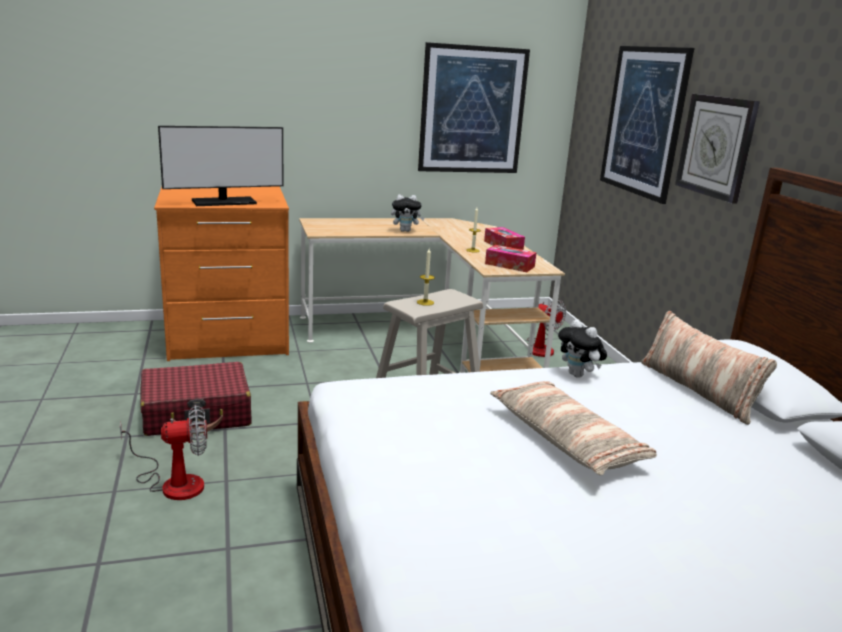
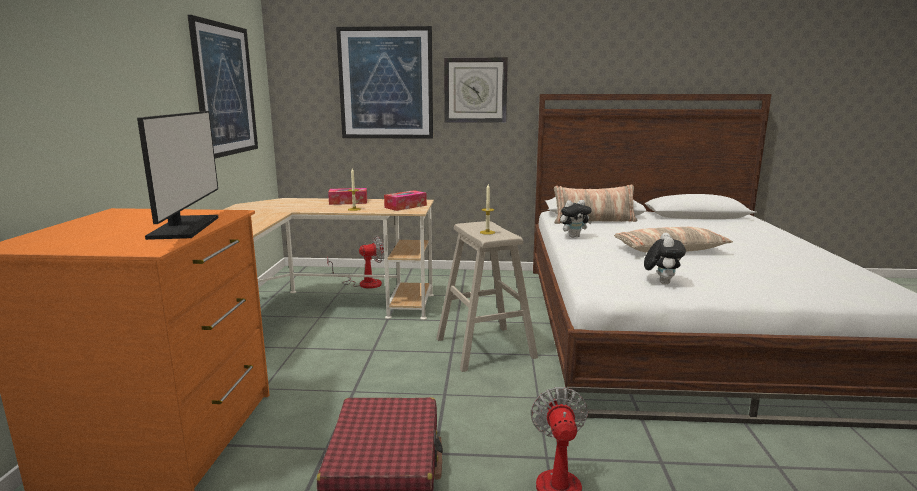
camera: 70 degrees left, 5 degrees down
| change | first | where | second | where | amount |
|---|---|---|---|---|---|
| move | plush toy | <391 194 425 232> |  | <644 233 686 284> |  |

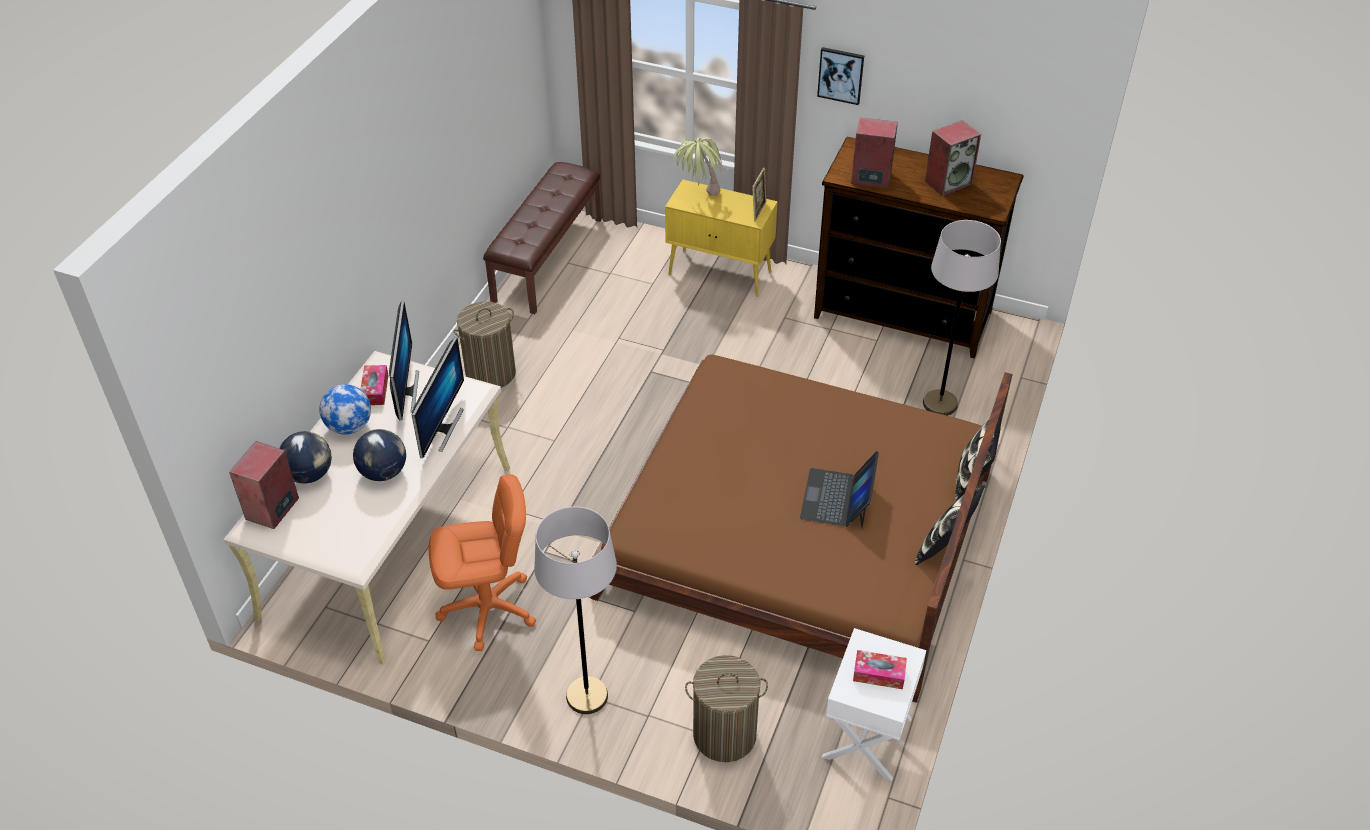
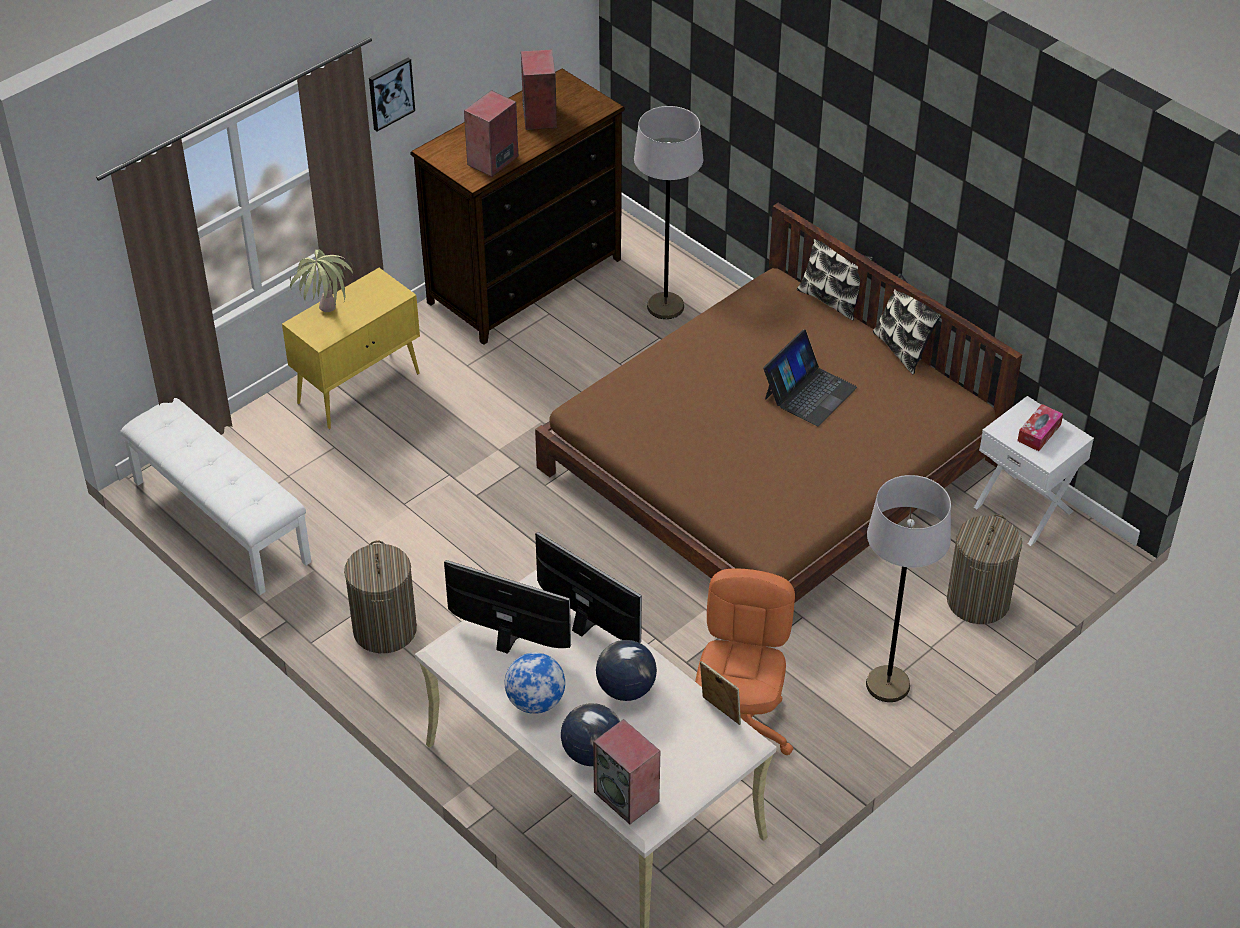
camera: 65 degrees left, 0 degrees up
| change | first | where | second | where | amount |
|---|---|---|---|---|---|
| delete | tissue box | <360 365 389 405> |  |  |  |
| recolor | brown bench | <483 162 602 314> | white bench | <120 398 311 595> |  |
| move | picture frame | <752 168 766 221> |  | <700 661 741 725> |  |
| rotate | laptop | <800 451 879 528> |  | <763 330 857 426> | 90 degrees counterclockwise |

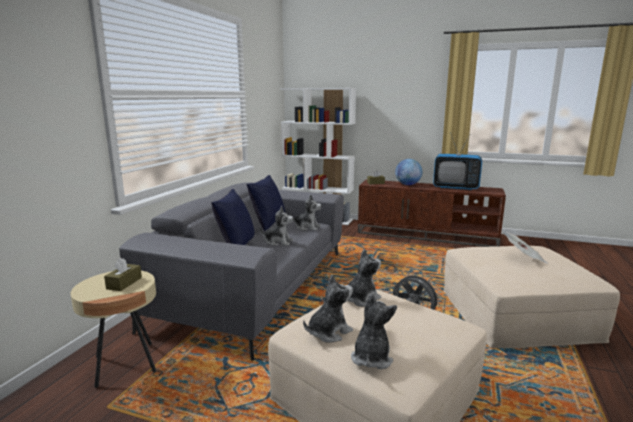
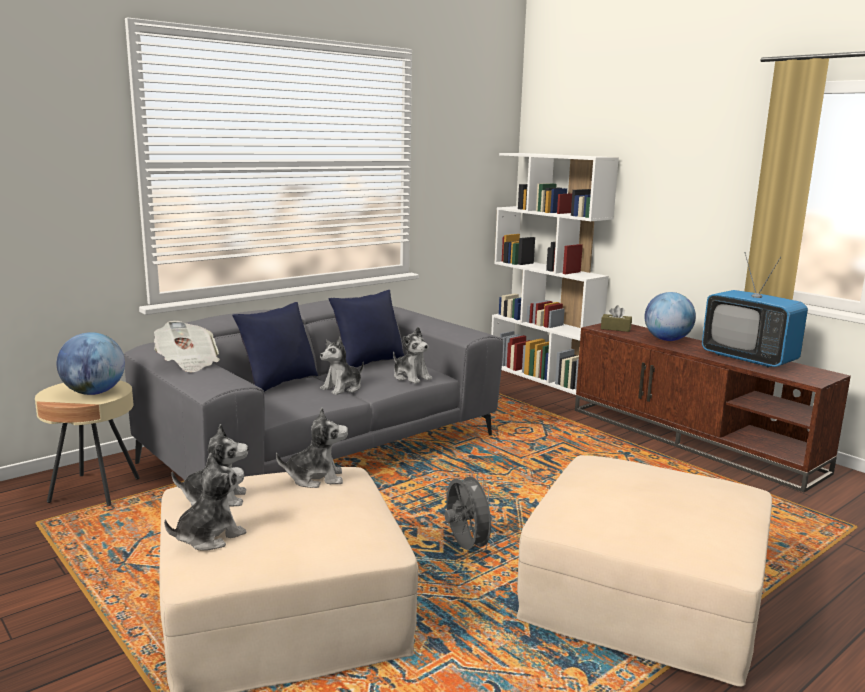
camera: 30 degrees right, 0 degrees up
| change | first | where | second | where | amount |
|---|---|---|---|---|---|
| replace | brown tissue box | <104 257 142 291> | globe | <57 332 125 395> |  |
| rotate | plush toy | <259 206 294 246> |  | <320 337 364 395> | 90 degrees clockwise |
| move | newspaper | <501 231 548 264> |  | <154 321 220 372> |  |

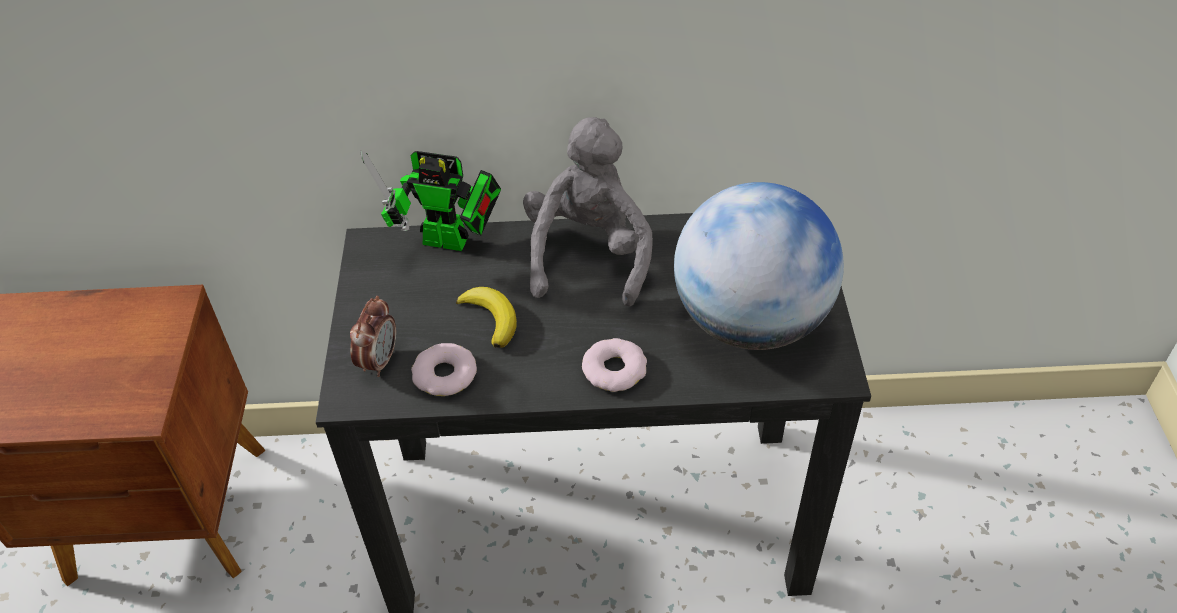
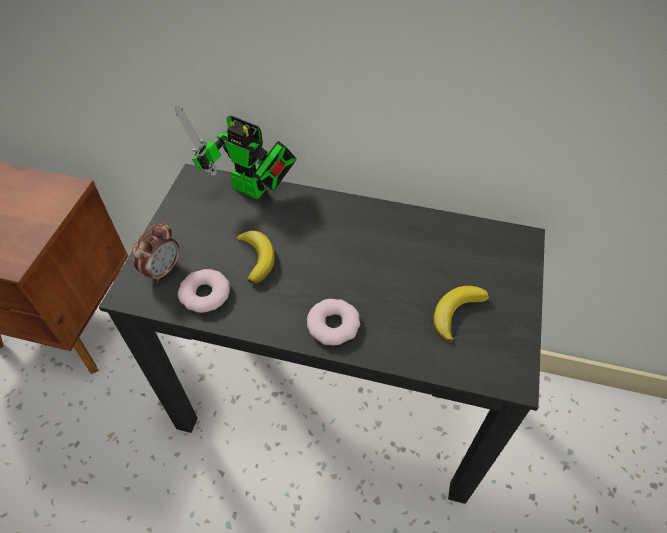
camera: 15 degrees right, 5 degrees up
| change | first | where | second | where | amount |
|---|---|---|---|---|---|
| delete | grey plush toy | <523 117 653 307> |  |  |  |
| replace | globe | <674 182 844 350> | banana | <434 286 489 343> |  |

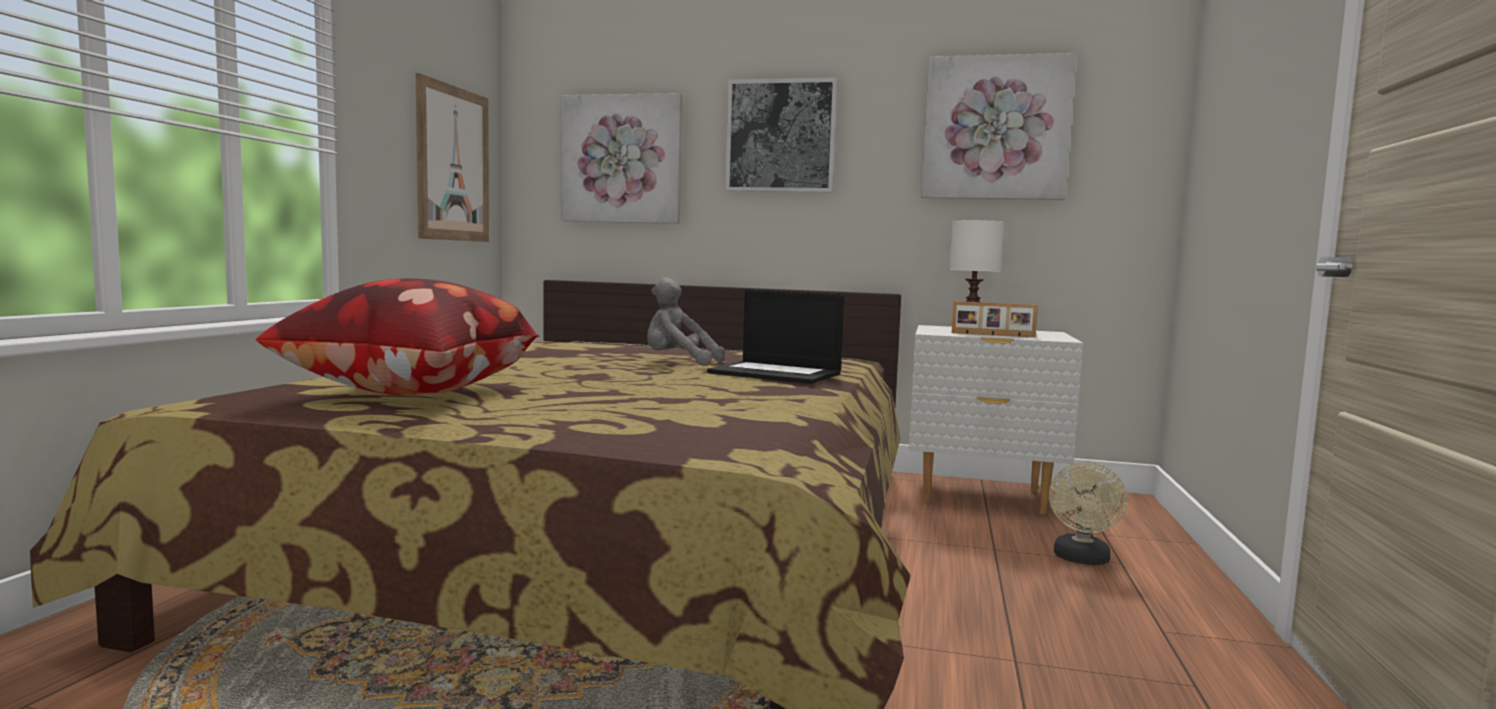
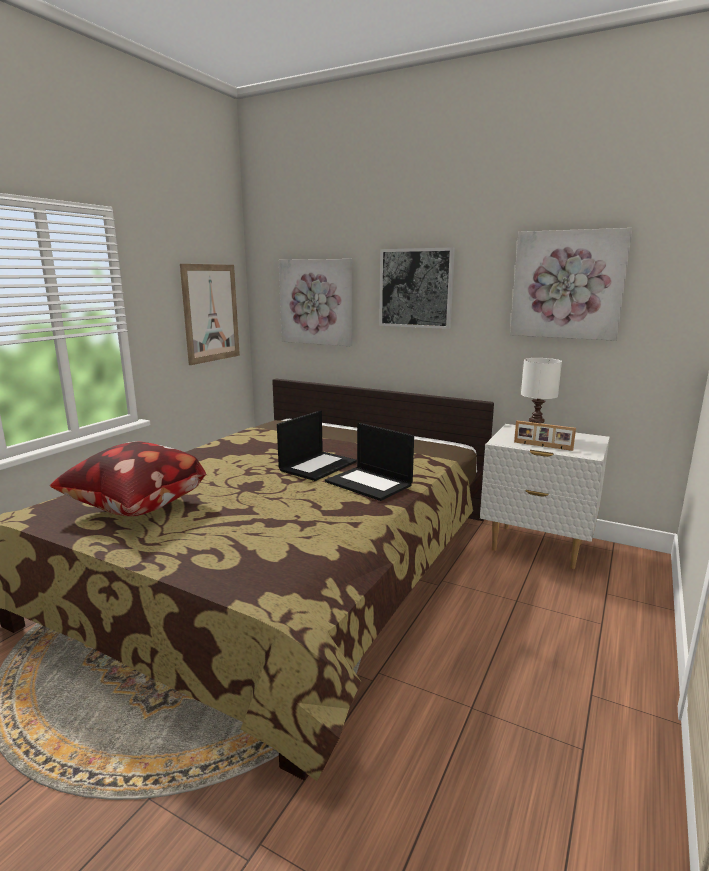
camera: 15 degrees right, 10 degrees up
| change | first | where | second | where | amount |
|---|---|---|---|---|---|
| replace | grey plush toy | <647 278 725 366> | laptop | <277 411 357 481> |  |
| delete | beige fan | <1049 462 1127 565> |  |  |  |

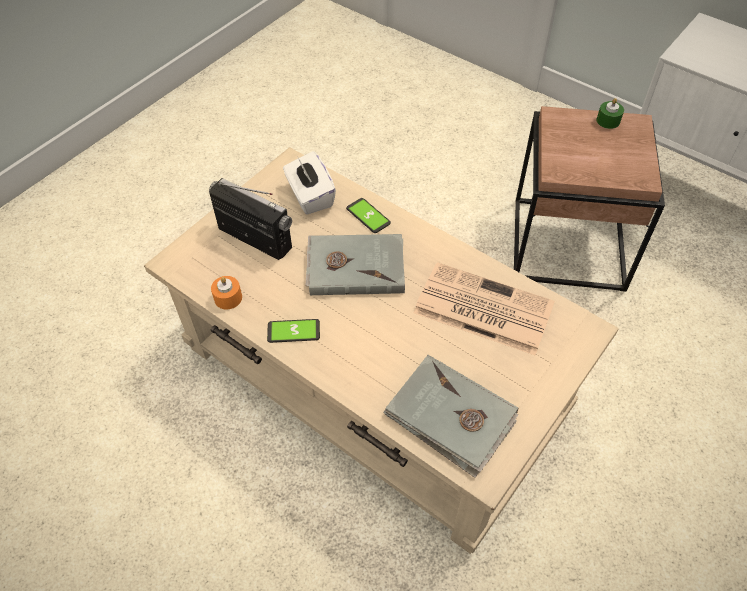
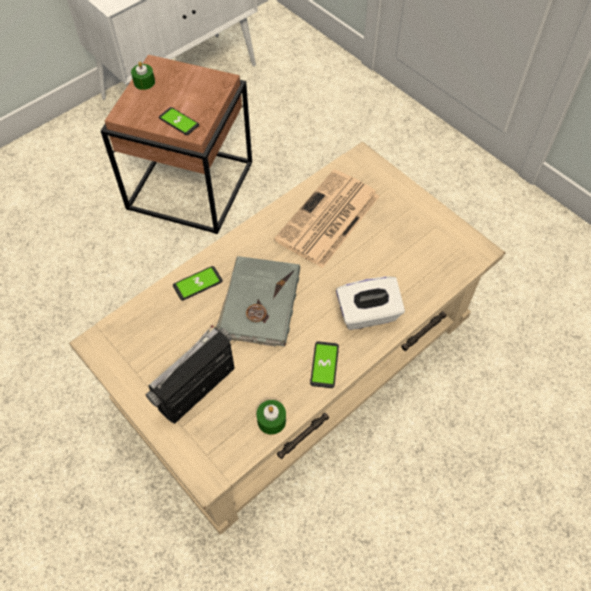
camera: 80 degrees left, 5 degrees up
| change | first | where | second | where | amount |
|---|---|---|---|---|---|
| recolor | orange candle | <211 276 242 309> | green candle | <257 400 286 435> |  |
| move | white tissue box | <283 151 336 215> |  | <336 276 405 330> |  |
| delete | grey book | <383 355 518 478> |  |  |  |
| insert |  |  | phone | <159 107 199 135> |  |

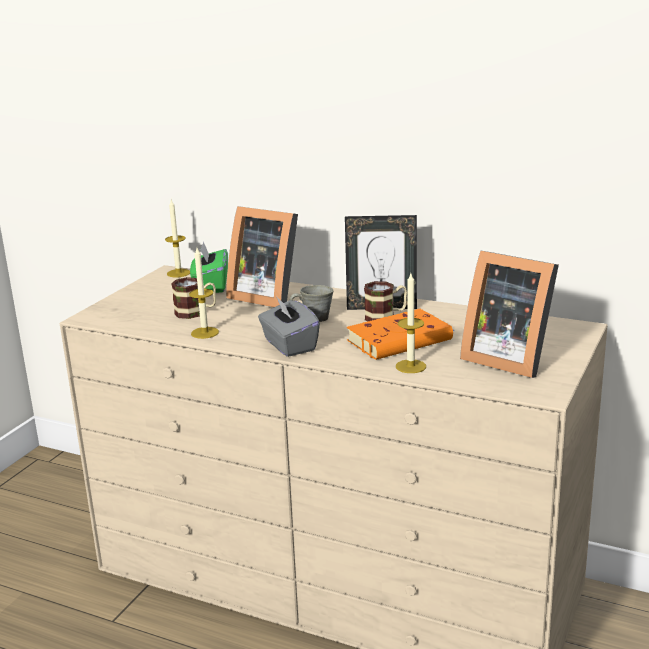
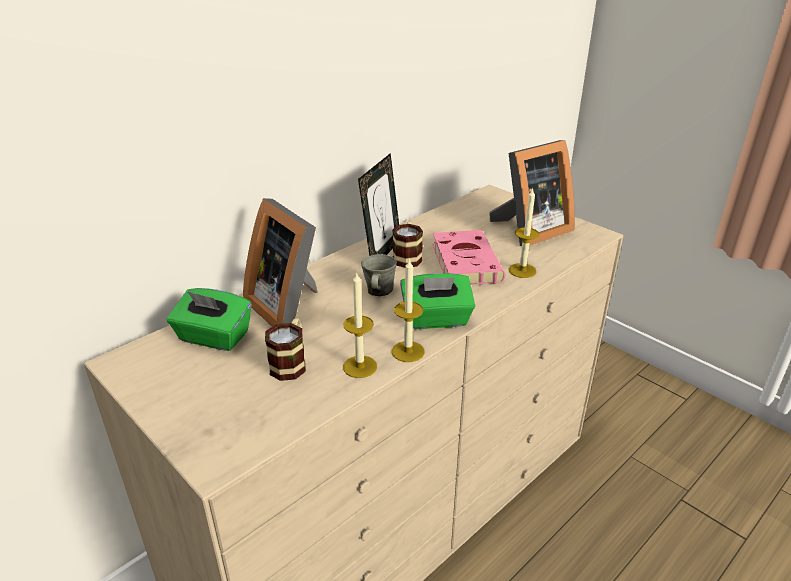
camera: 70 degrees left, 10 degrees up
| change | first | where | second | where | amount |
|---|---|---|---|---|---|
| move | candle | <165 200 190 277> |  | <392 258 425 362> |  |
| rotate | picture frame | <226 206 298 307> |  | <243 198 318 327> | 90 degrees clockwise |
| recolor | grey tissue box | <258 296 320 357> | green tissue box | <400 273 475 329> |  |
| recolor | orange book | <347 309 454 360> | pink book | <432 230 505 285> |  |

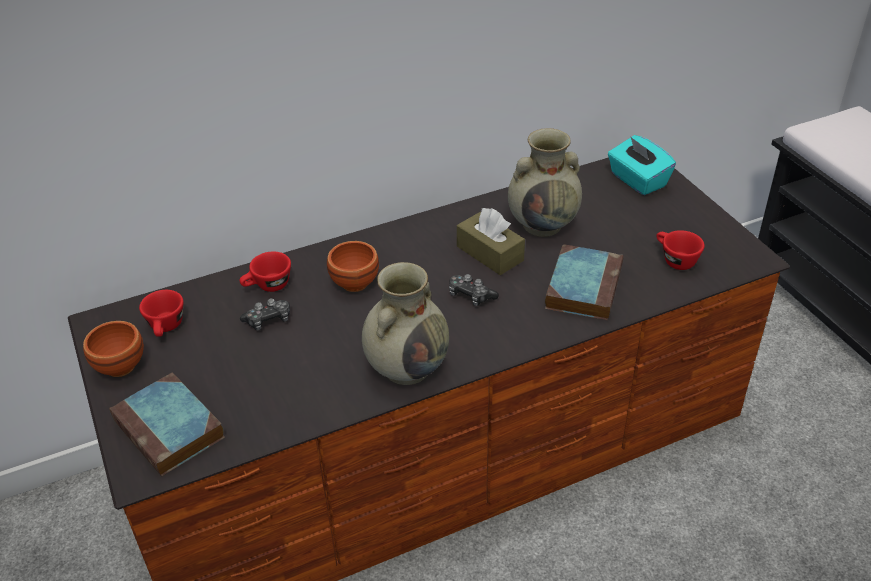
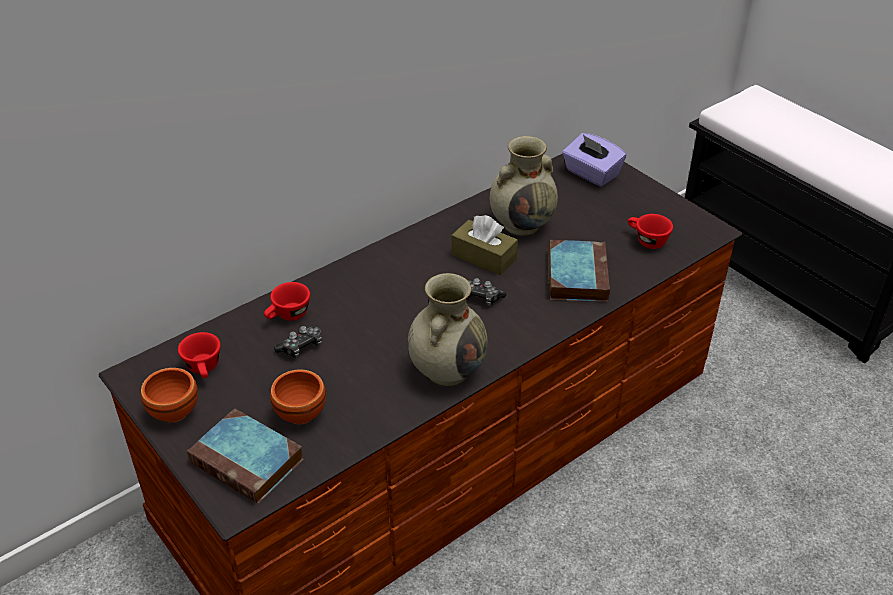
camera: 15 degrees left, 0 degrees up
| change | first | where | second | where | amount |
|---|---|---|---|---|---|
| move | brown bowl | <327 241 379 292> |  | <270 370 326 425> |  |
| recolor | turquoise tissue box | <608 135 676 195> | purple tissue box | <562 133 626 187> |  |

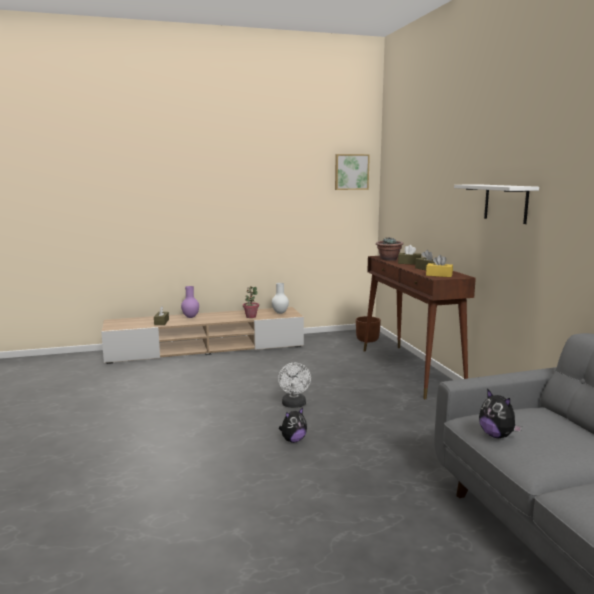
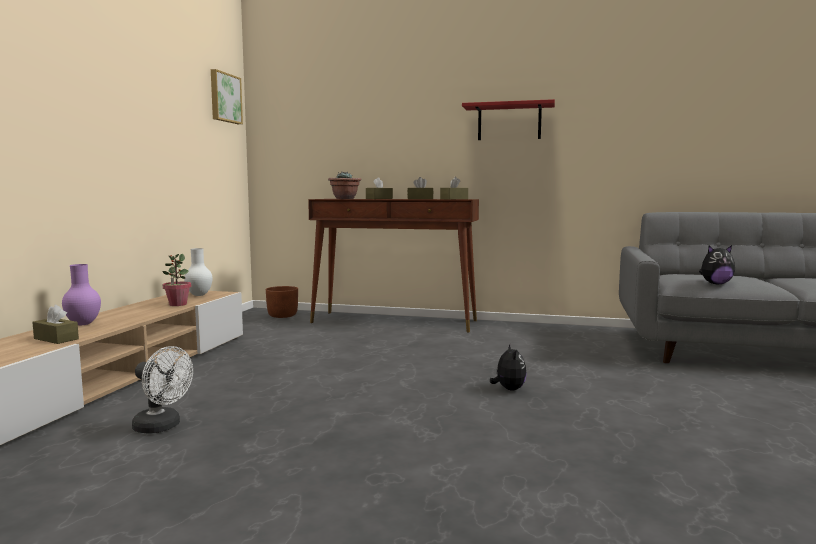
camera: 60 degrees left, 5 degrees down
| change | first | where | second | where | amount |
|---|---|---|---|---|---|
| move | white fan | <278 362 311 408> |  | <132 346 193 434> |  |
| recolor | yellow tissue box | <426 255 453 277> | brown tissue box | <440 177 468 199> |  |
| recolor | white shelf | <454 184 539 224> | red shelf | <462 99 555 140> |  |

